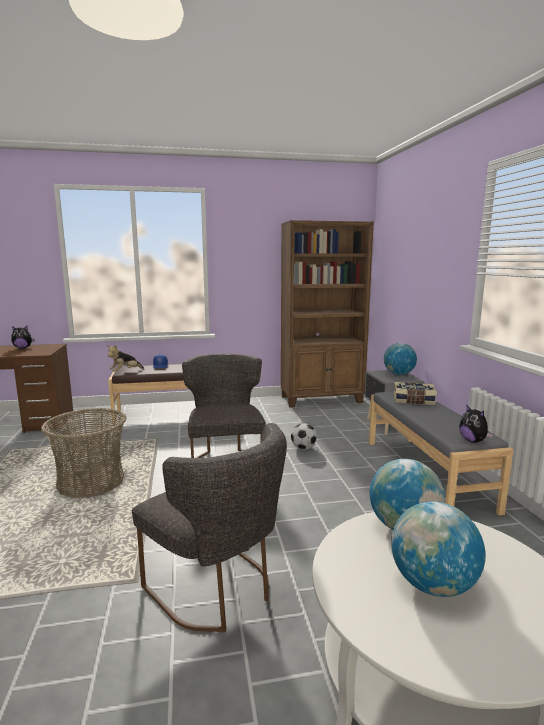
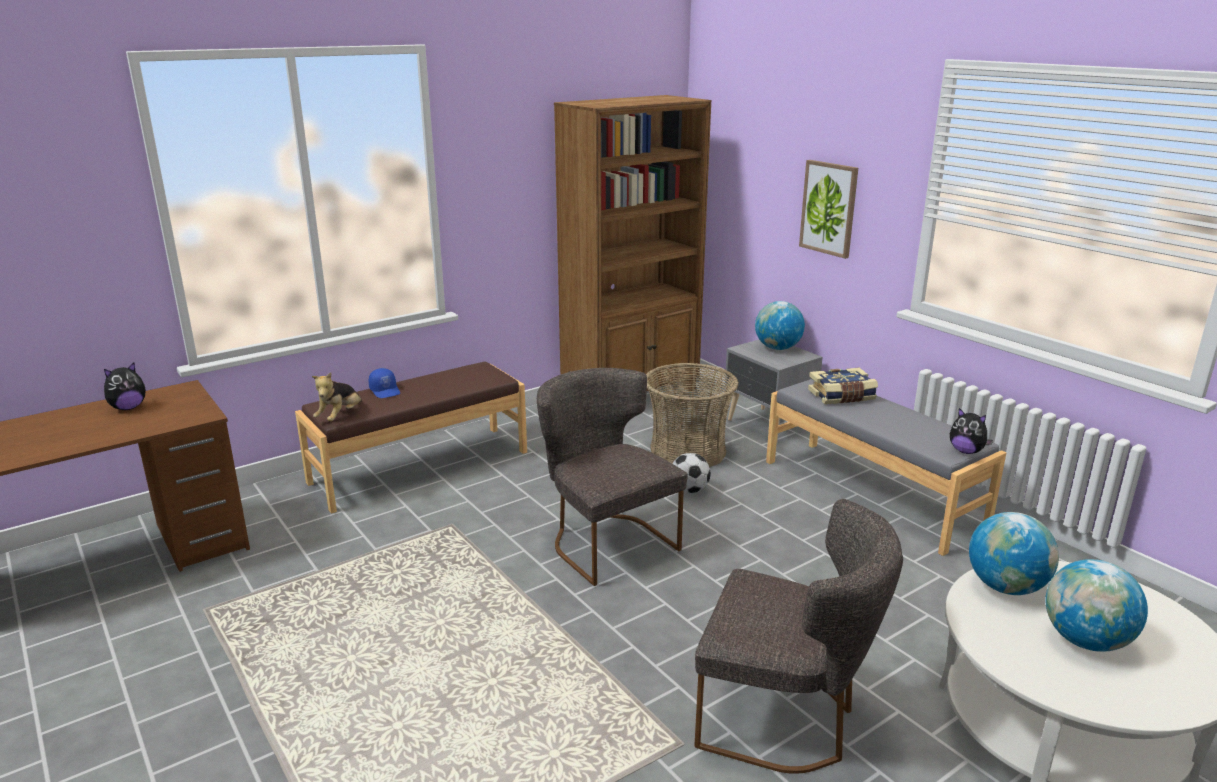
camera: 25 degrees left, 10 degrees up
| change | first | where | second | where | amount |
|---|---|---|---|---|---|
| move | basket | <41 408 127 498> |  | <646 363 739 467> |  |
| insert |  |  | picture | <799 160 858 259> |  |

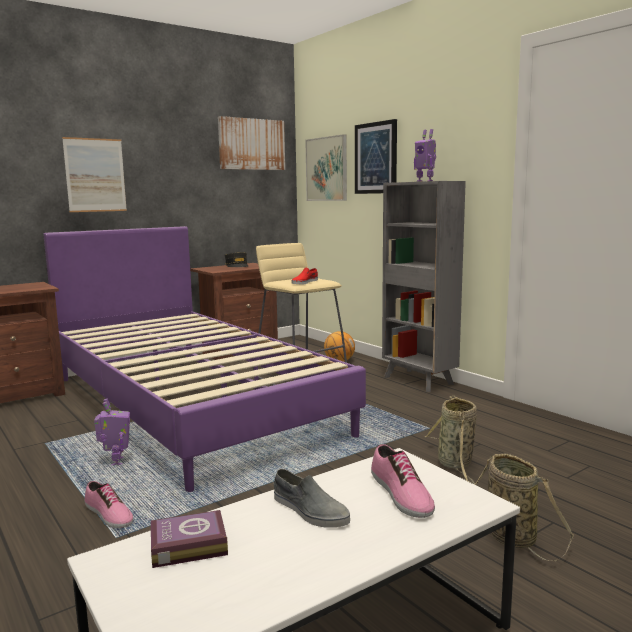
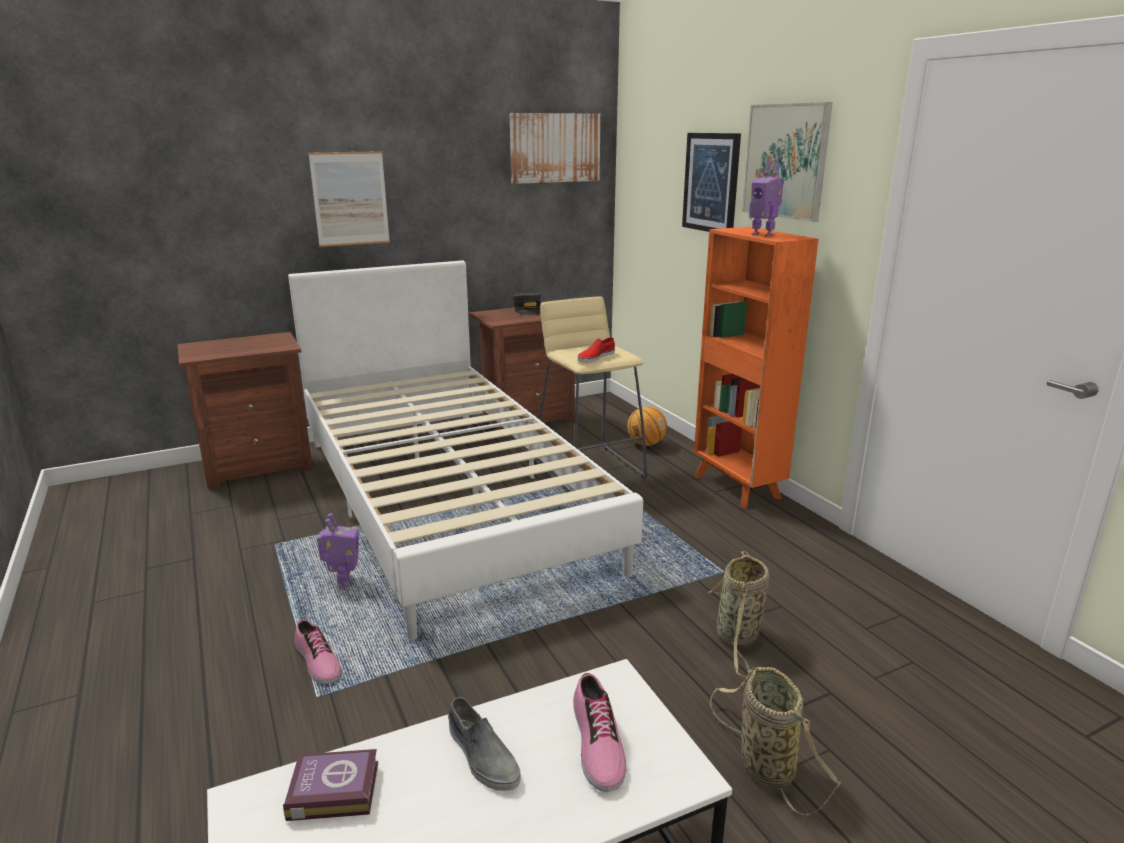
camera: 10 degrees right, 10 degrees up
| change | first | where | second | where | amount |
|---|---|---|---|---|---|
| recolor | purple bed | <43 226 366 492> | white bed | <288 260 643 640> |  |
| move | picture | <305 134 347 201> |  | <742 102 833 222> |  |
| recolor | grey bookcase | <382 181 466 392> | orange bookcase | <694 227 819 509> |  |

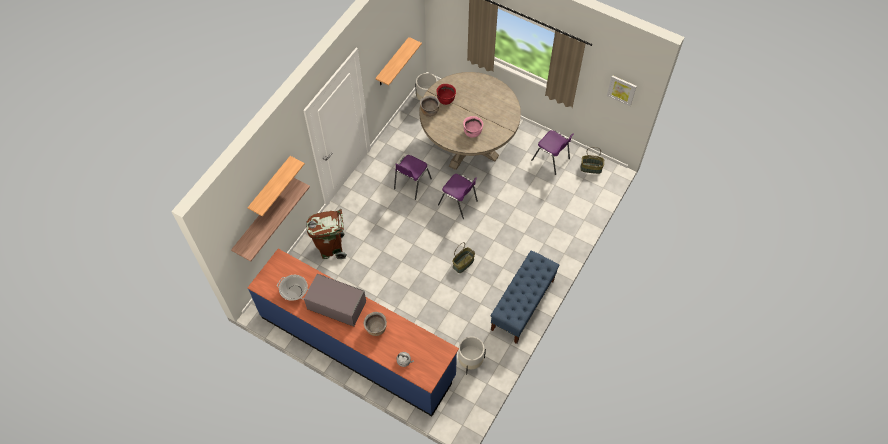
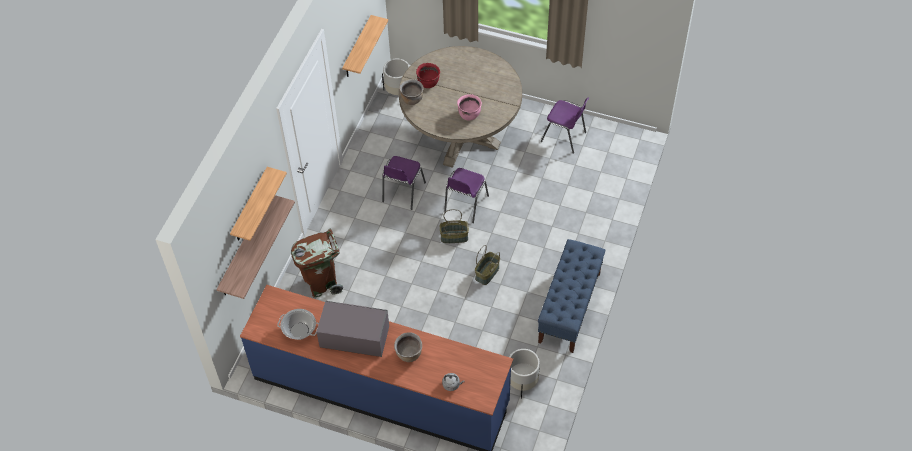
camera: 10 degrees left, 5 degrees down
| change | first | where | second | where | amount |
|---|---|---|---|---|---|
| rotate | purple chair | <438 174 478 219> |  | <444 168 489 223> | 90 degrees clockwise |
| move | basket | <580 147 604 174> |  | <440 209 469 243> |  |
| delete | picture | <607 75 637 106> |  |  |  |

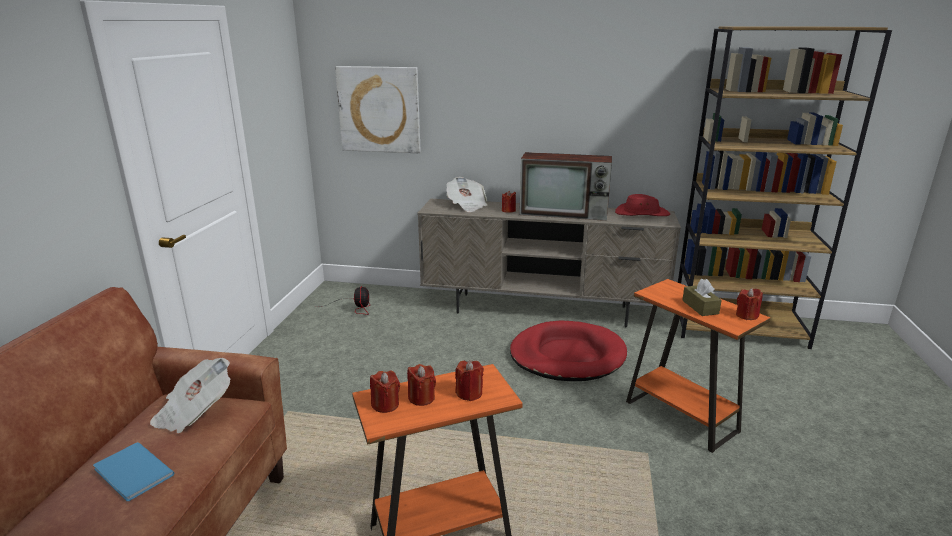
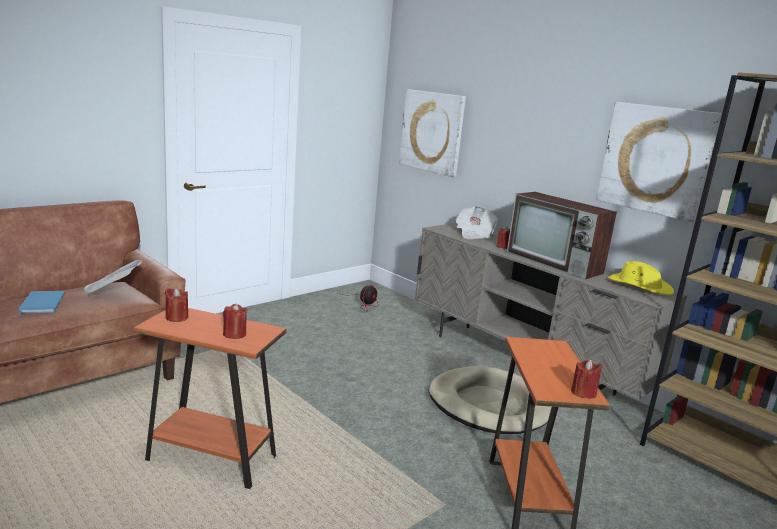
camera: 35 degrees right, 5 degrees down
| change | first | where | second | where | amount |
|---|---|---|---|---|---|
| delete | red candle | <407 364 436 406> |  |  |  |
| recolor | red dog bed | <510 321 627 381> | beige dog bed | <429 366 551 434> |  |
| recolor | red hat | <615 194 670 216> | yellow hat | <608 261 674 295> |  |
| delete | brown tissue box | <682 279 722 316> |  |  |  |
| insert |  |  | picture | <596 102 722 222> |  |

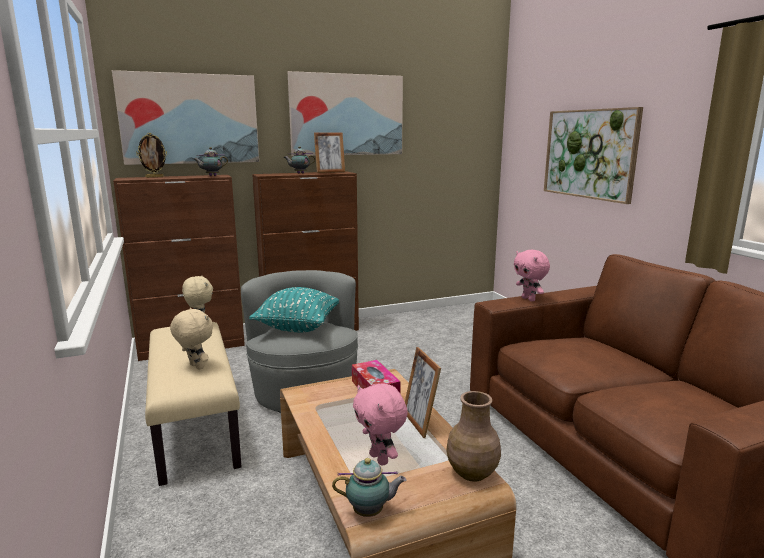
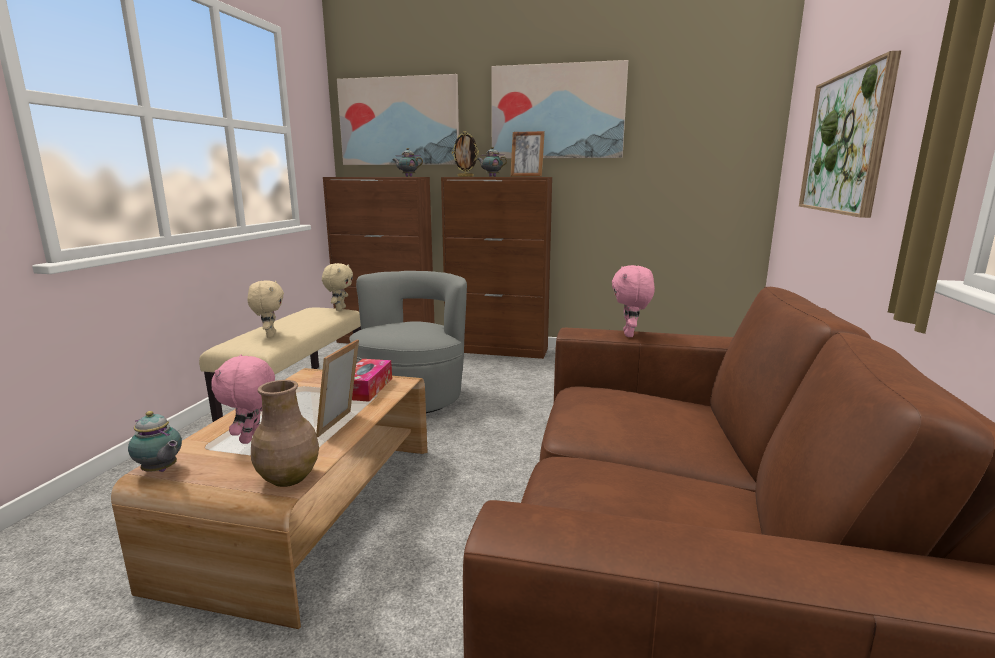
camera: 35 degrees right, 0 degrees up
| change | first | where | second | where | amount |
|---|---|---|---|---|---|
| move | picture frame | <136 133 167 178> |  | <452 131 479 177> |  |
| delete | turquoise pillow | <249 287 339 332> |  |  |  |

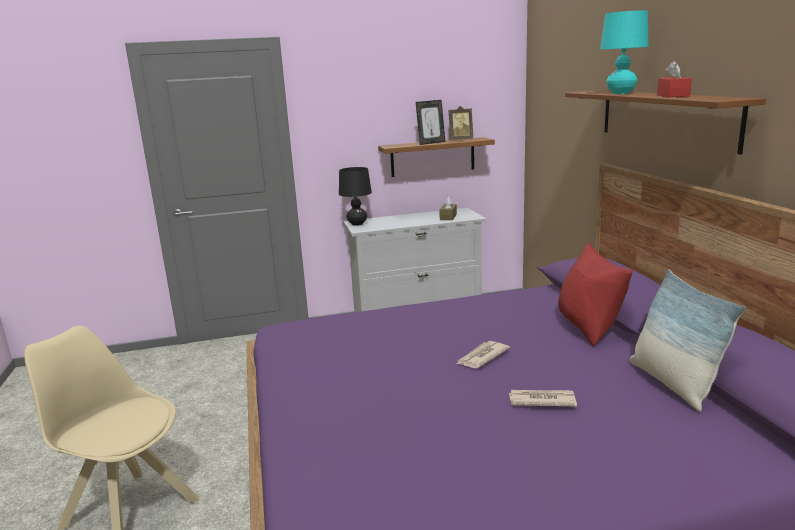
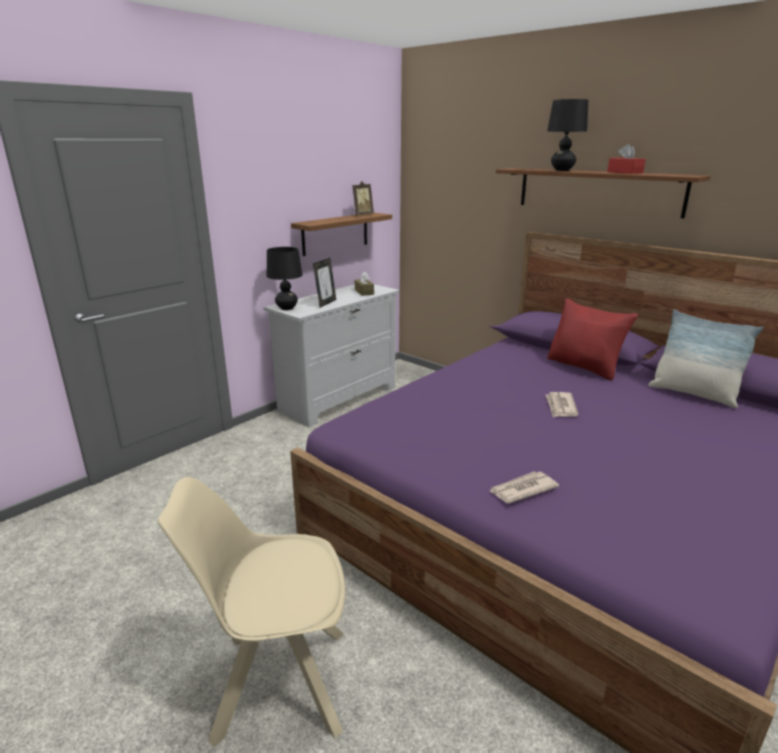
camera: 35 degrees left, 5 degrees up
| change | first | where | second | where | amount |
|---|---|---|---|---|---|
| move | picture frame | <416 100 445 145> |  | <313 258 336 307> |  |
| move | newspaper | <509 390 577 407> |  | <490 472 559 503> |  |
| recolor | turquoise table lamp | <600 10 649 94> | black table lamp | <547 99 588 171> |  |

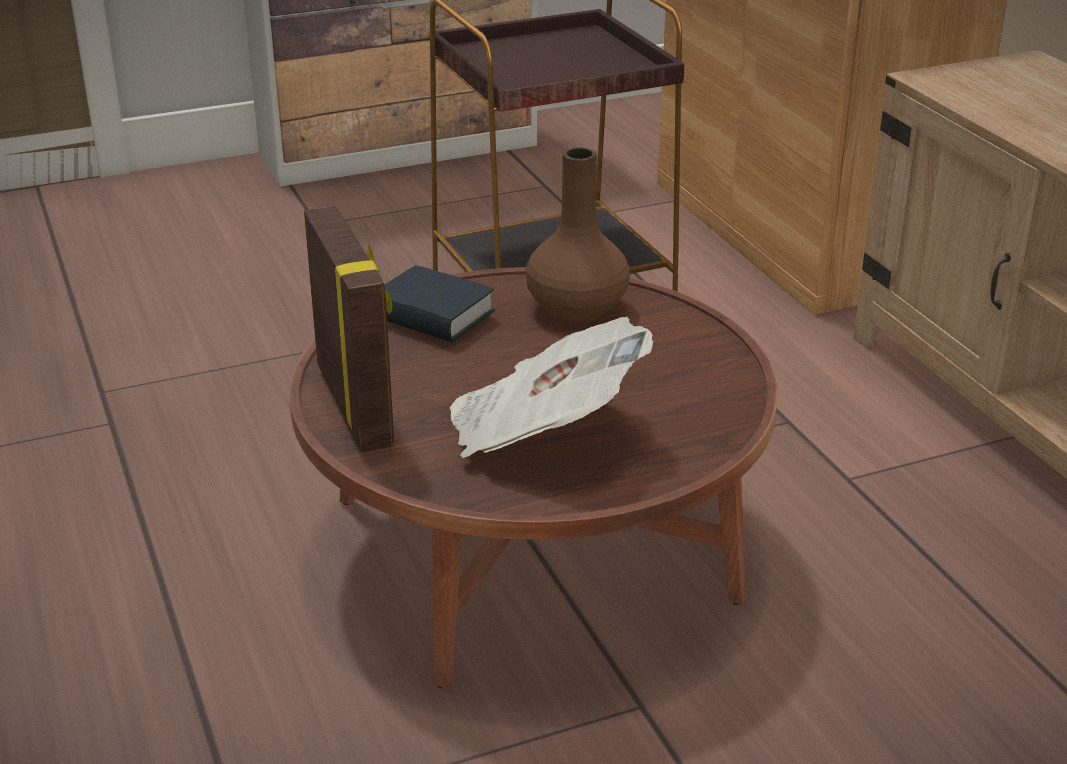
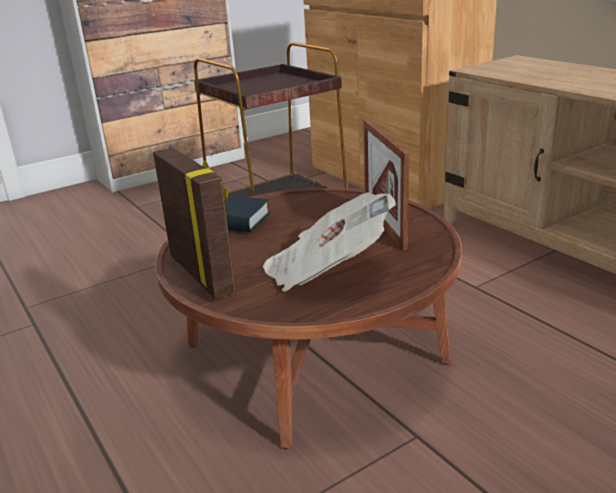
camera: 10 degrees left, 5 degrees down
| change | first | where | second | where | amount |
|---|---|---|---|---|---|
| delete | brown vase | <525 147 630 322> |  |  |  |
| insert |  |  | picture frame | <363 119 409 250> |  |

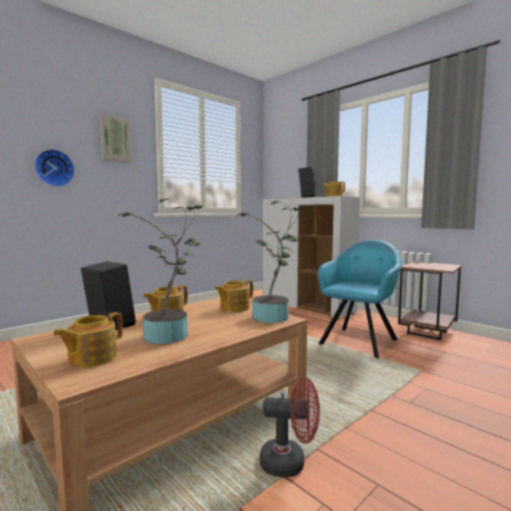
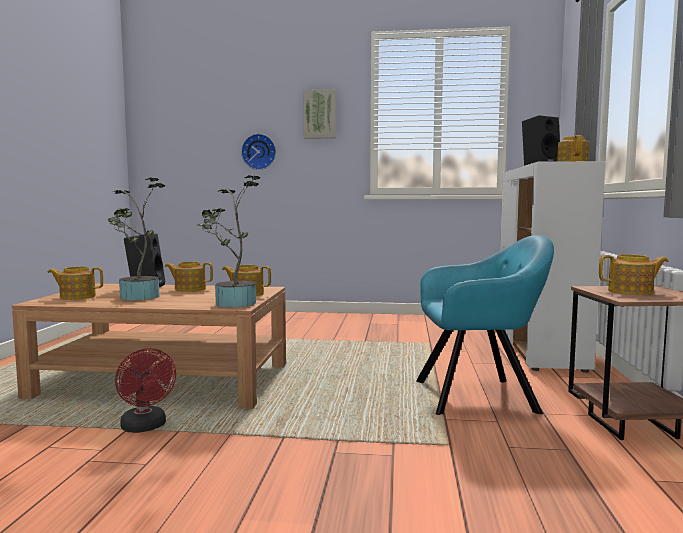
camera: 50 degrees right, 0 degrees up
| change | first | where | second | where | amount |
|---|---|---|---|---|---|
| insert |  |  | teapot | <599 254 668 295> |  |

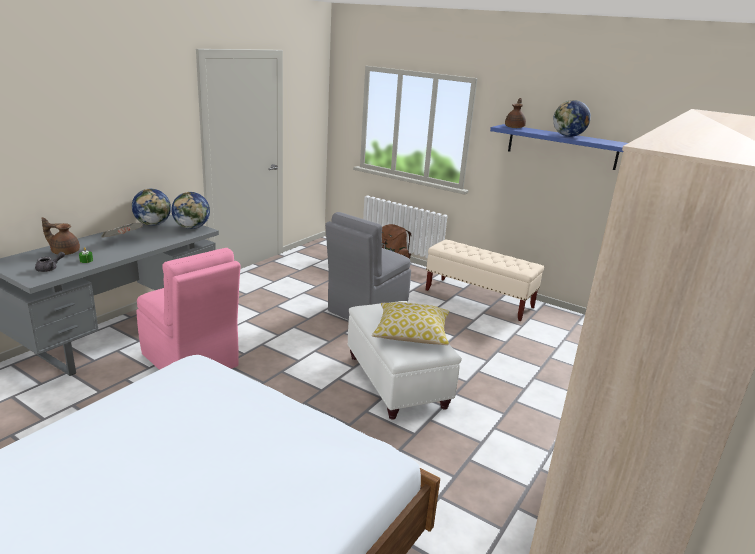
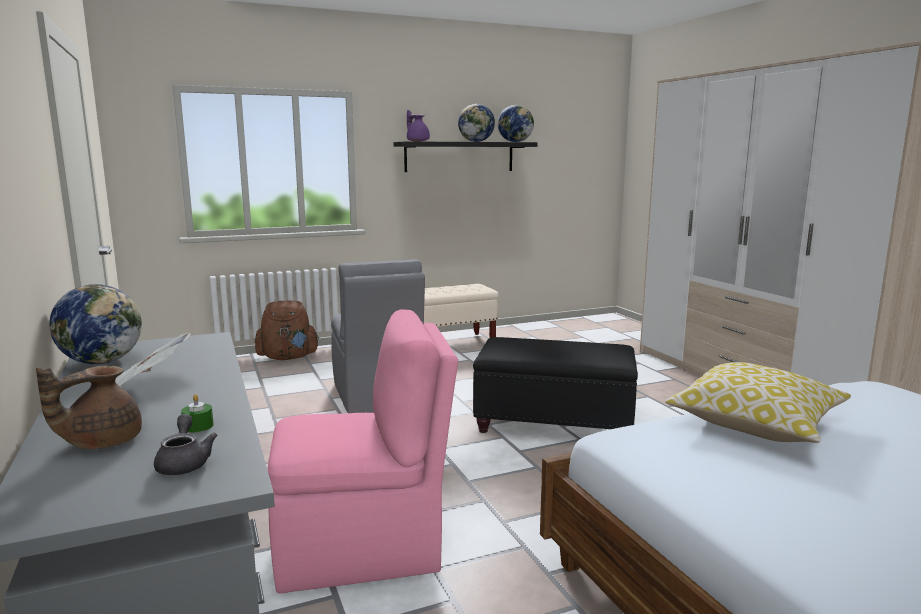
camera: 55 degrees left, 10 degrees down
| change | first | where | second | where | amount |
|---|---|---|---|---|---|
| move | globe | <171 192 210 229> |  | <498 105 534 142> |  |
| recolor | white ottoman | <348 301 462 420> | black ottoman | <473 337 638 433> |  |
| move | pillow | <372 302 449 345> |  | <665 362 851 443> |  |
| recolor | blue shelf | <490 124 628 170> | black shelf | <393 141 538 172> |  |
| recolor | brown teapot | <505 98 526 128> | purple teapot | <407 110 430 142> |  |

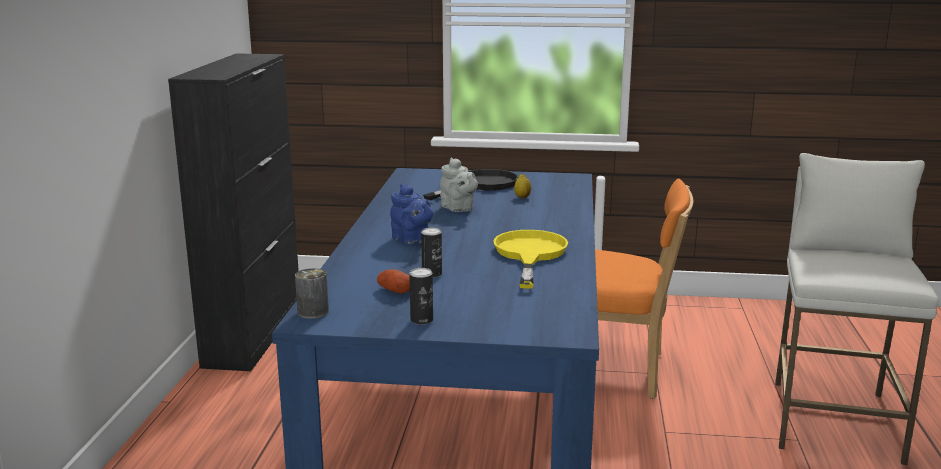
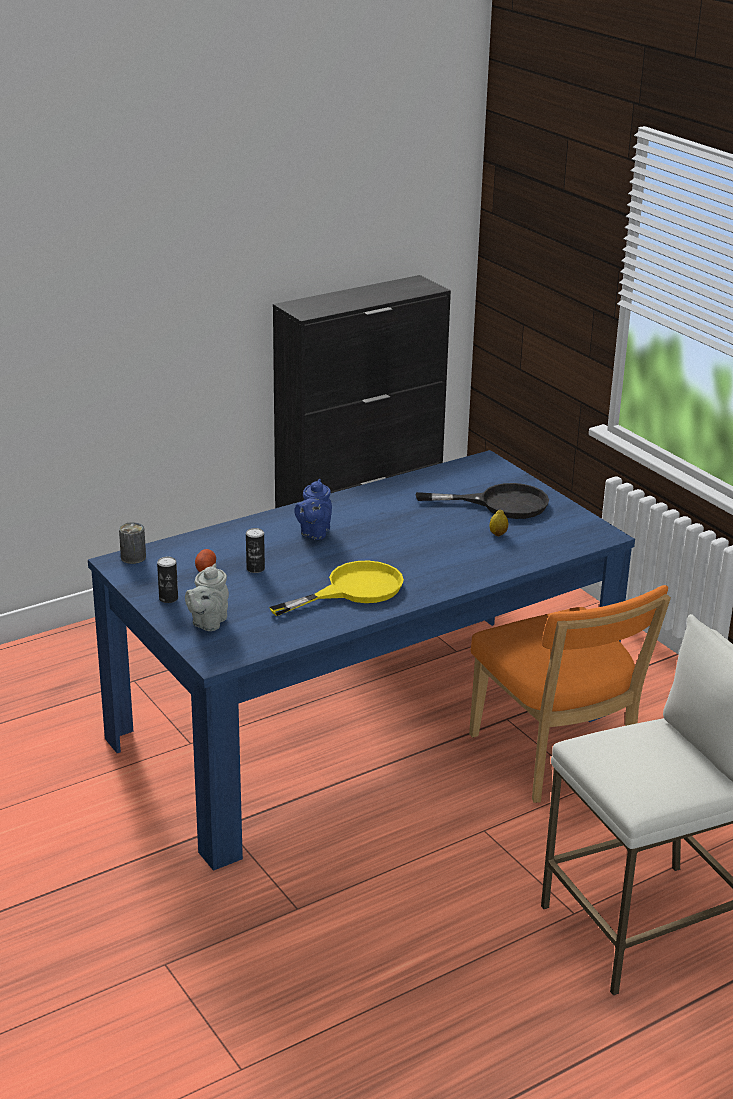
camera: 50 degrees right, 10 degrees up
| change | first | where | second | where | amount |
|---|---|---|---|---|---|
| move | grey teapot | <440 158 478 212> |  | <185 564 229 631> |  |

